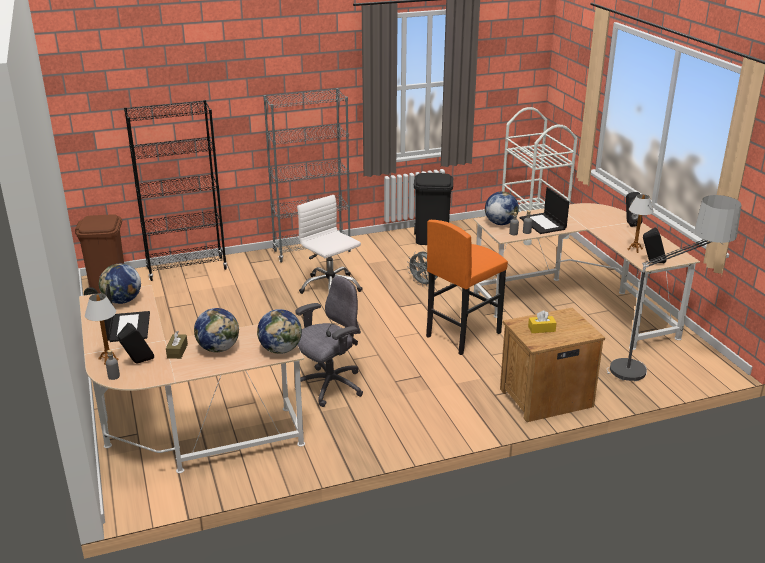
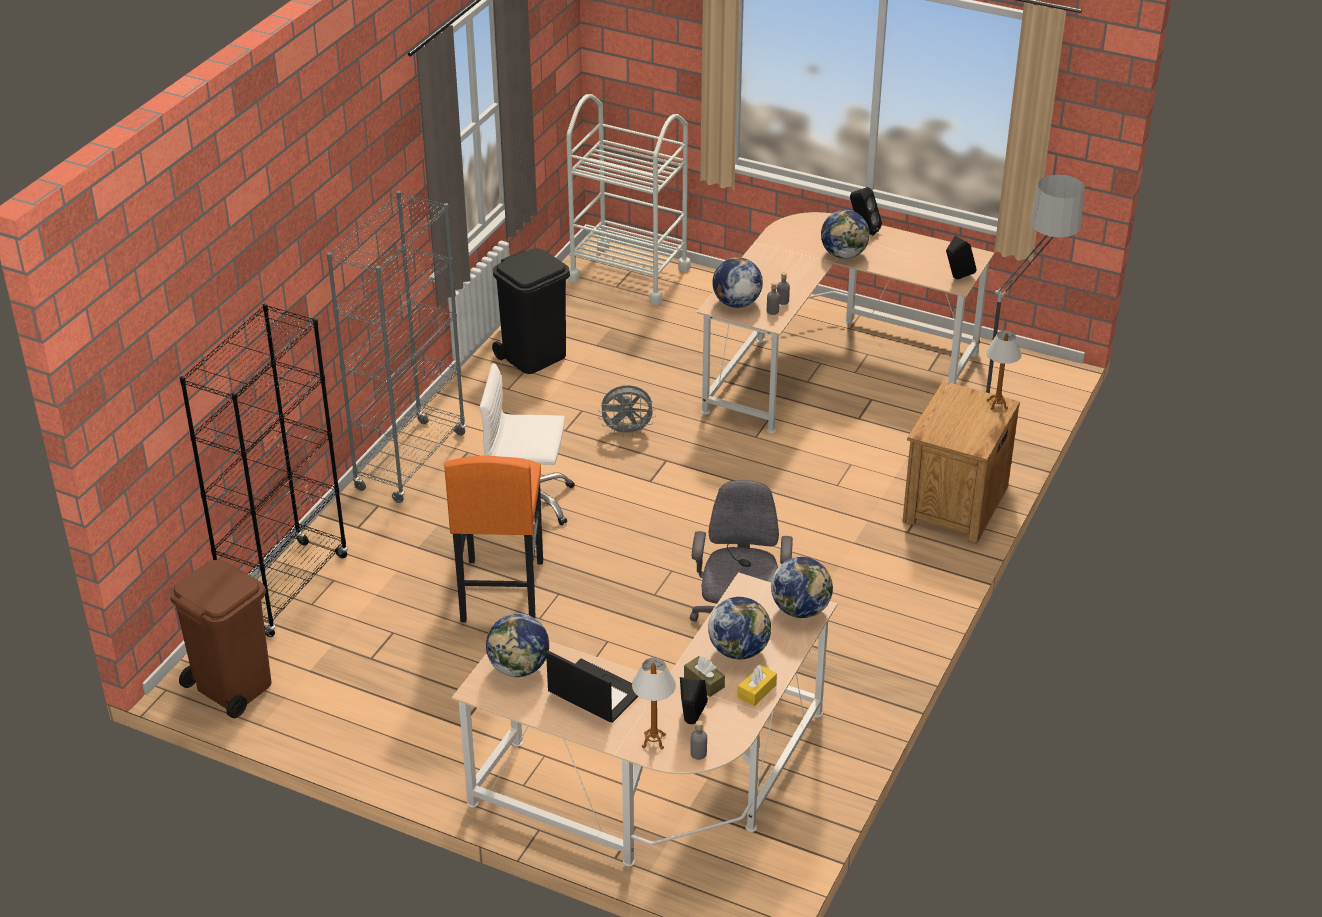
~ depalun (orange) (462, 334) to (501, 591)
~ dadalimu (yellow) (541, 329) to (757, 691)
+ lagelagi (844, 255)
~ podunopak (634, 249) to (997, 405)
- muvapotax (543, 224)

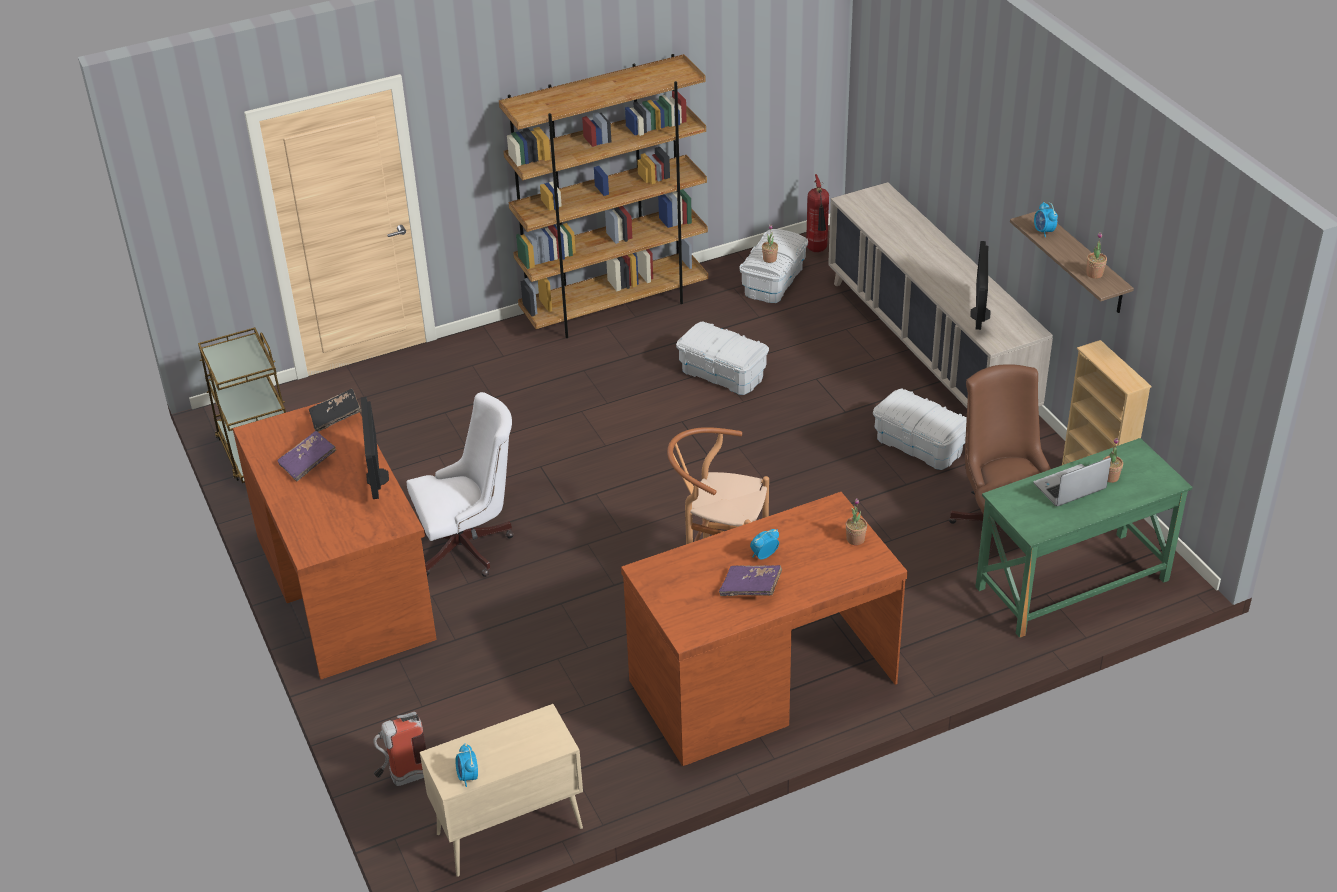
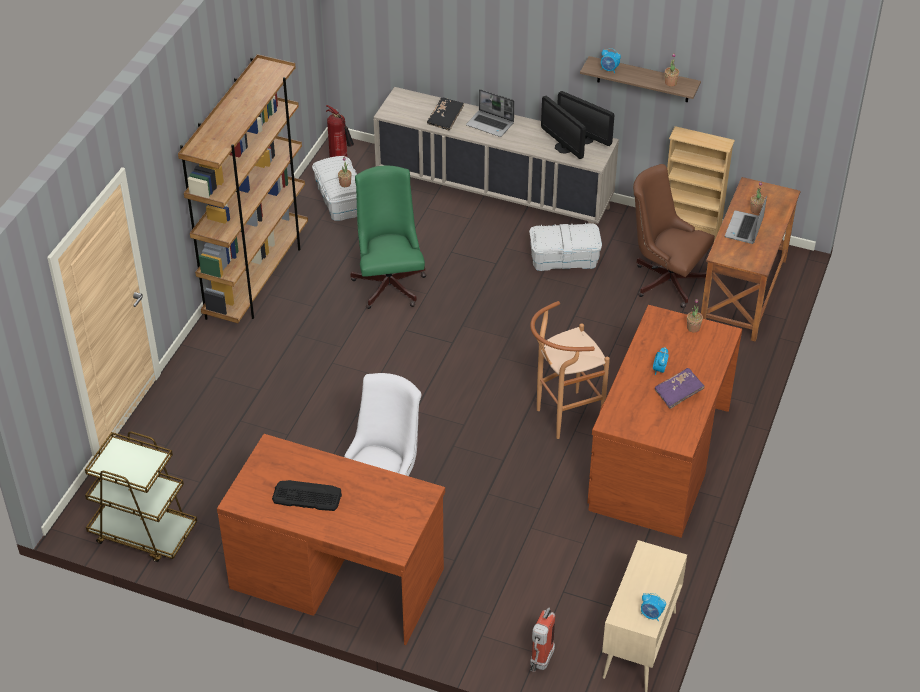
~ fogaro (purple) (308, 463) to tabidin (307, 496)
~ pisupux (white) (723, 373) to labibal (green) (389, 282)
~ fogaro (black) (336, 417) to (445, 119)
+ muvapotax (490, 124)
~ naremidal (377, 477) to (584, 139)
~ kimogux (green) (1072, 584) to kimogux (brown) (744, 293)

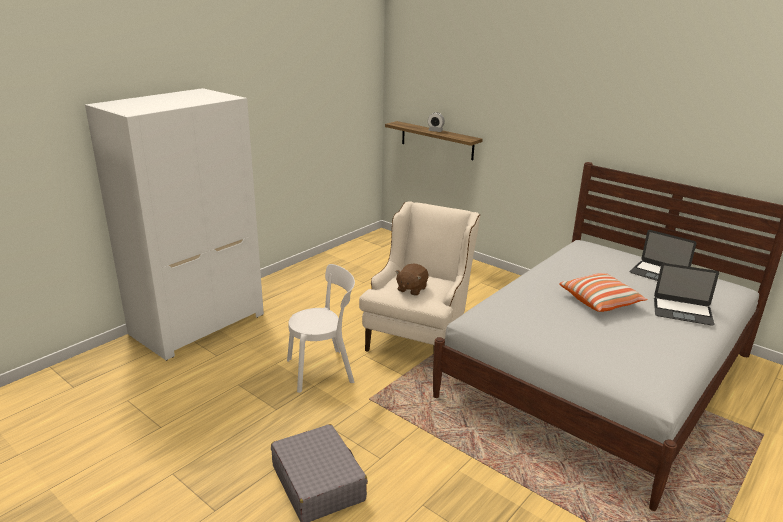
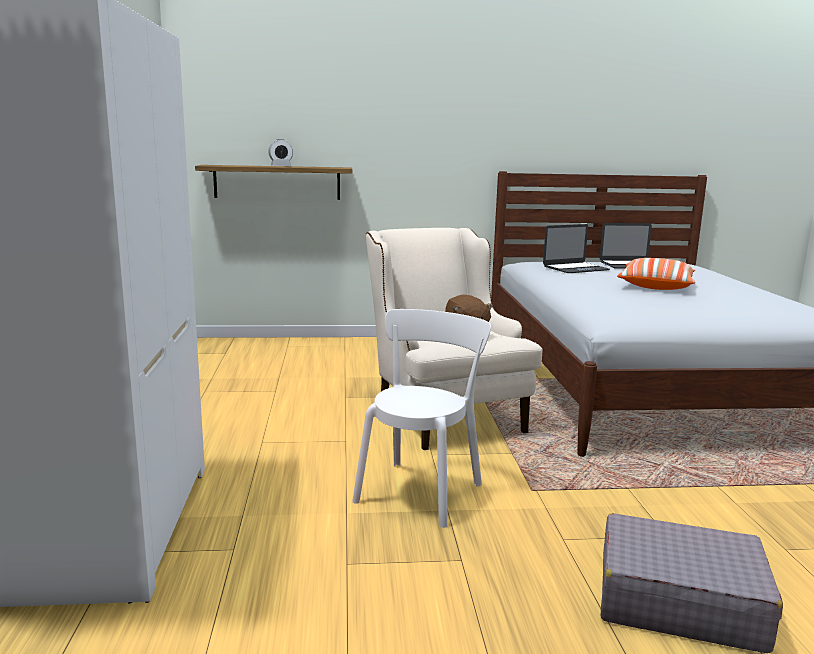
~ muvapotax (682, 311) to (576, 268)

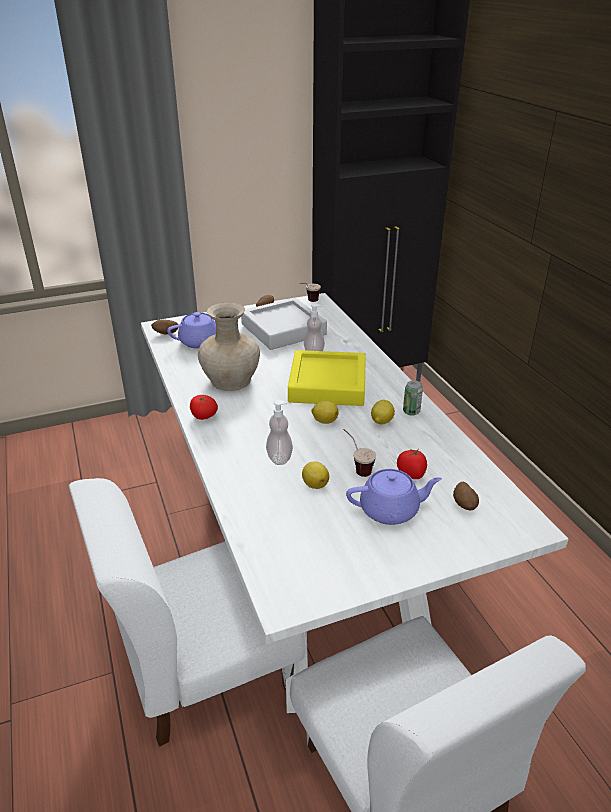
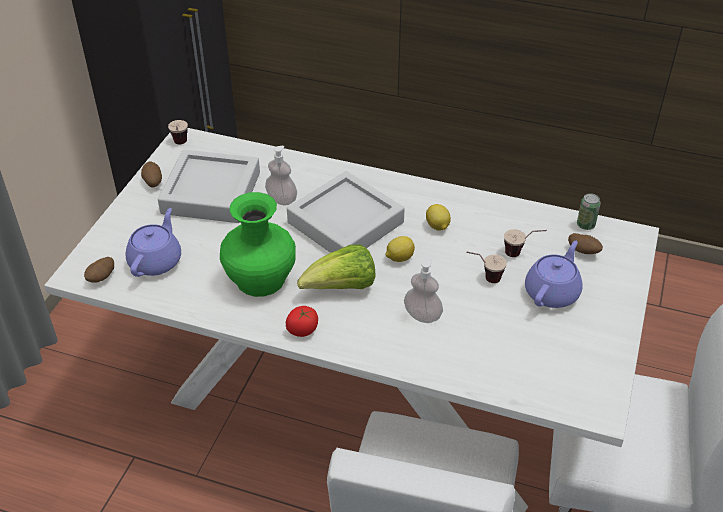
~ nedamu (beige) (231, 380) to nedamu (green) (261, 279)
~ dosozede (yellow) (327, 384) to dosozede (grey) (345, 222)
+ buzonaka (342, 288)
~ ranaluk (411, 474) to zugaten (521, 254)
~ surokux (411, 412) to (585, 225)
- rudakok (315, 484)

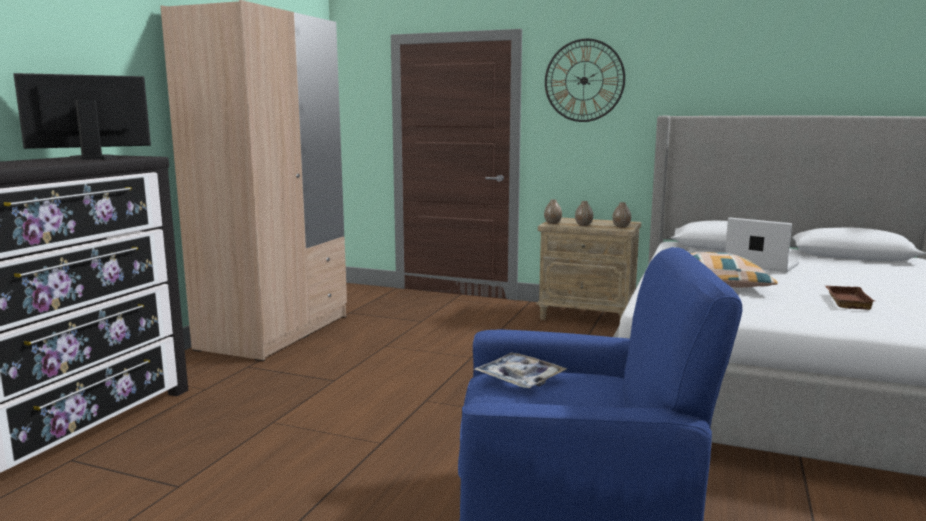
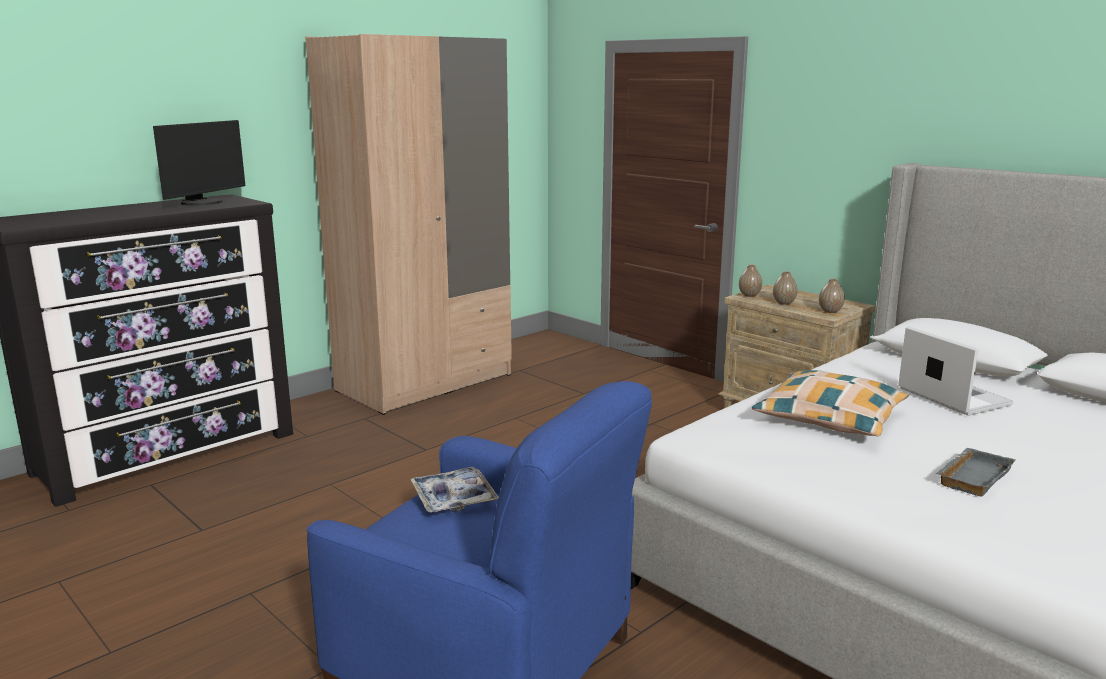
~ naremidal (91, 158) = (203, 203) 120 degrees clockwise
~ dosozede (brown) (845, 301) to dosozede (grey) (972, 476)
- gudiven (584, 80)

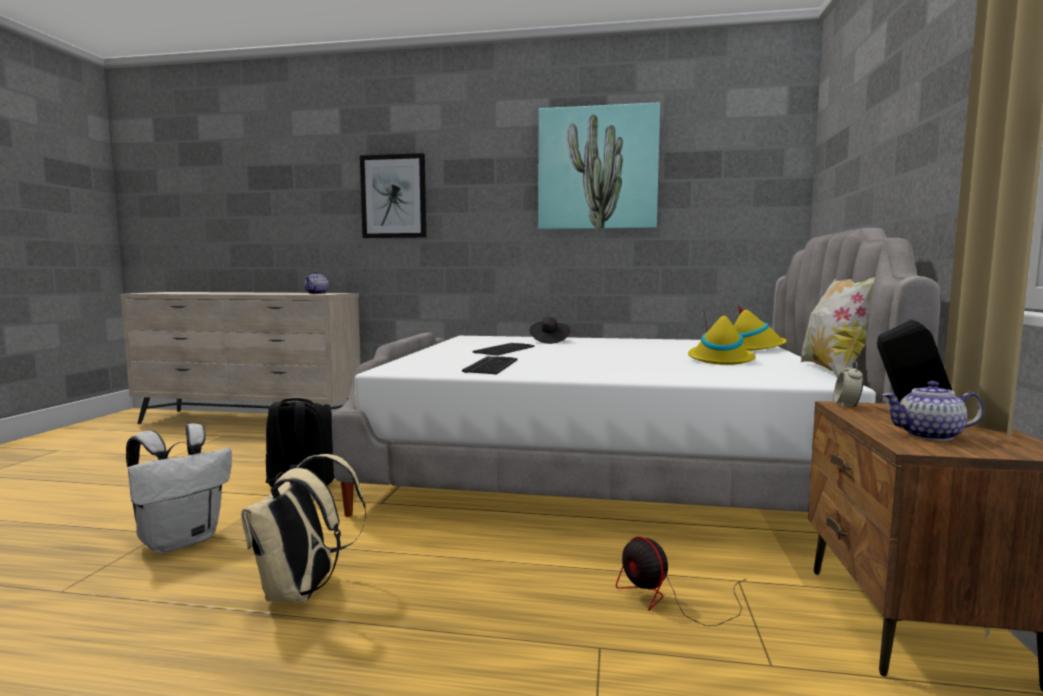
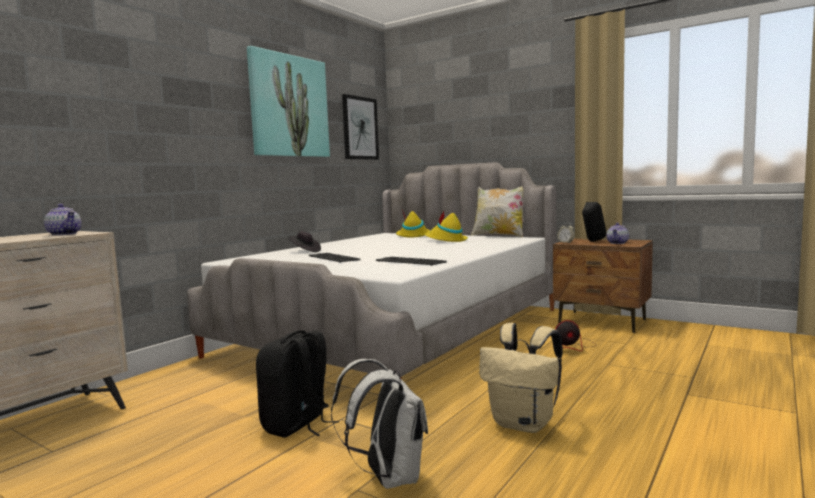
~ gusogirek (393, 196) to (360, 128)

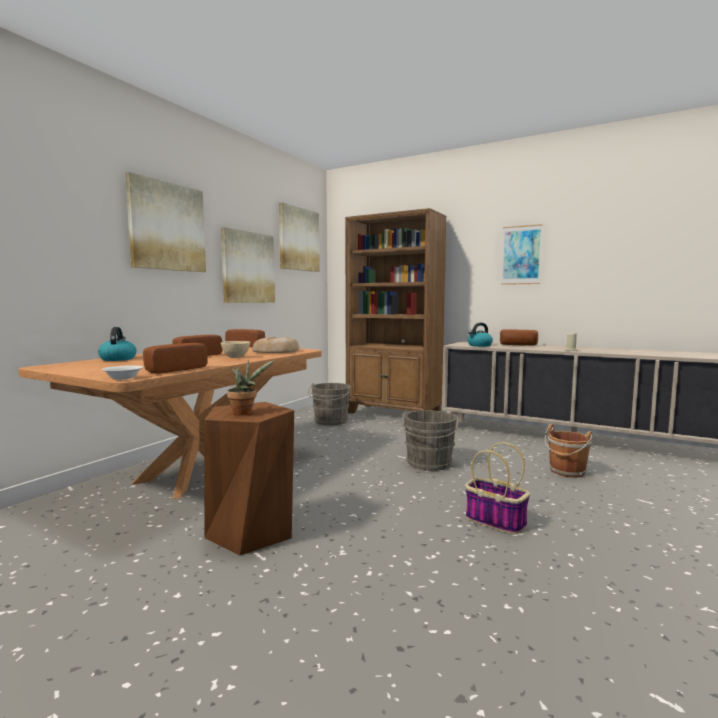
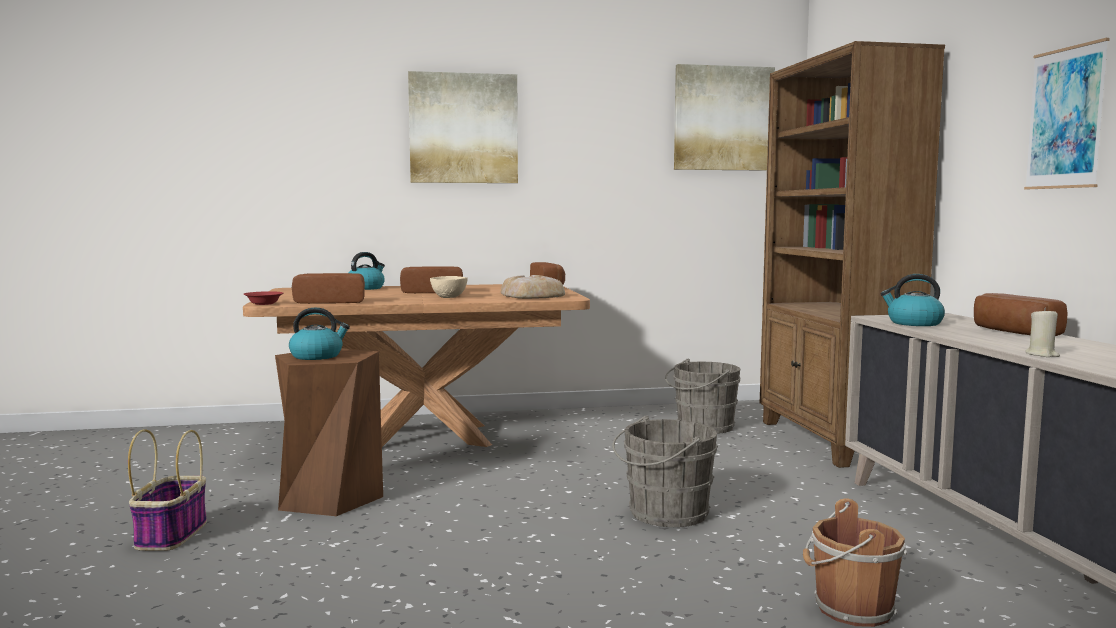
~ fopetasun (494, 521) to (171, 534)
~ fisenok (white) (122, 378) to fisenok (red) (263, 303)
~ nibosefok (245, 413) to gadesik (317, 356)
- gusogirek (248, 267)

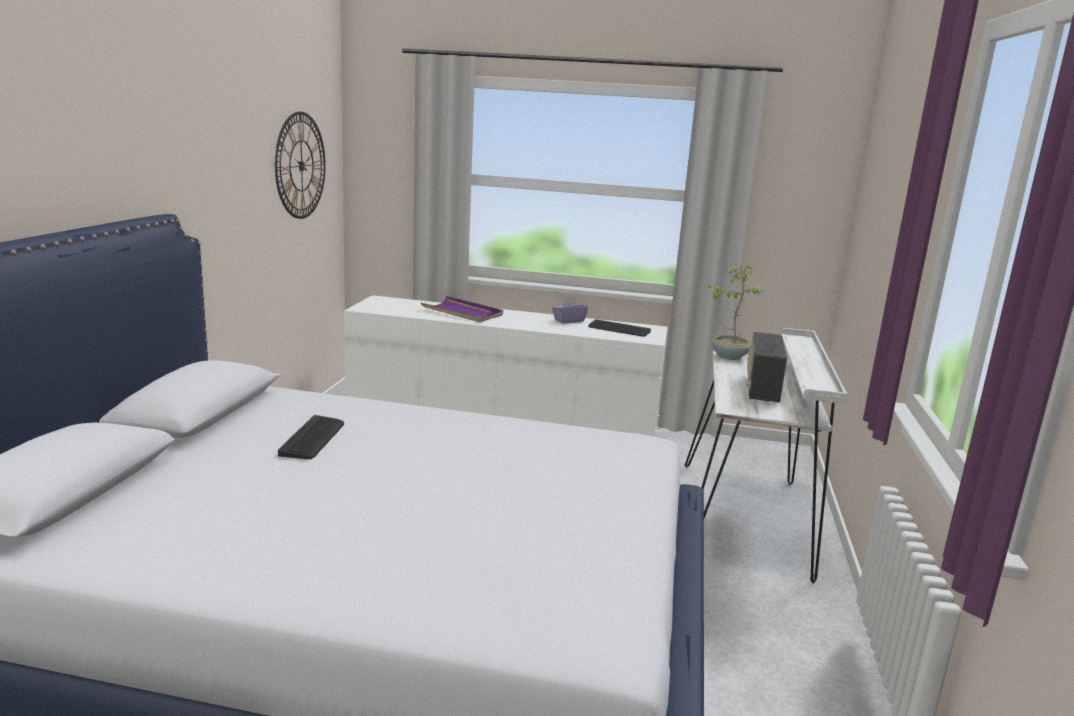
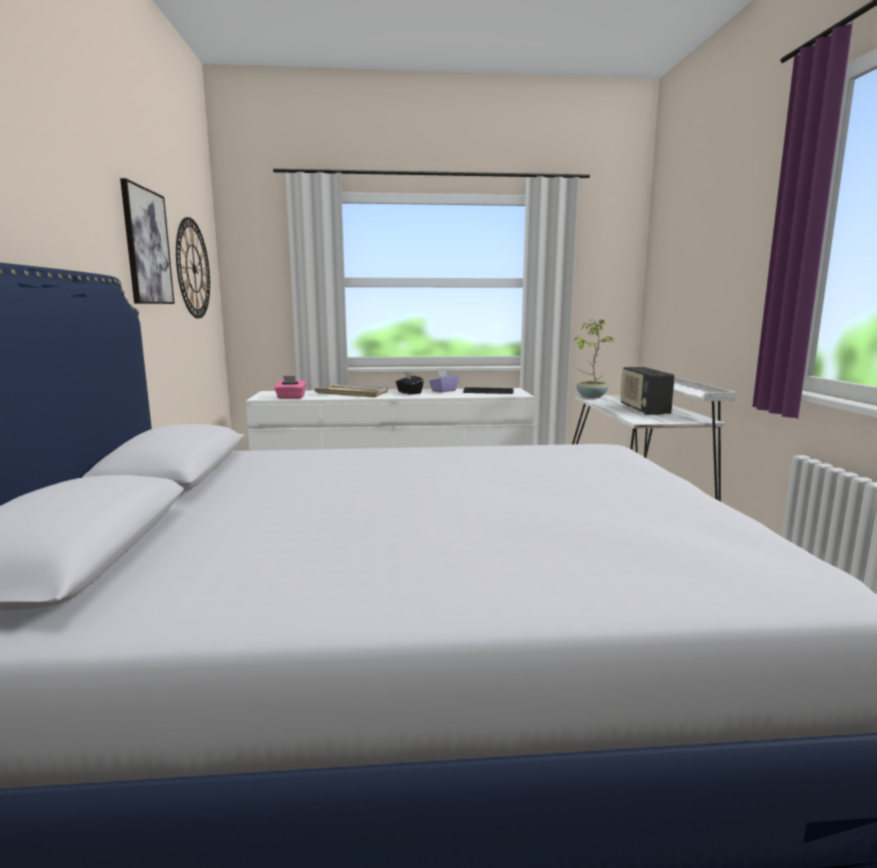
+ gusogirek (147, 247)
+ dadalimu (pink) (291, 397)
~ dosozede (purple) (462, 312) to dosozede (white) (352, 393)
+ dadalimu (black) (409, 393)
- tabidin (313, 438)

